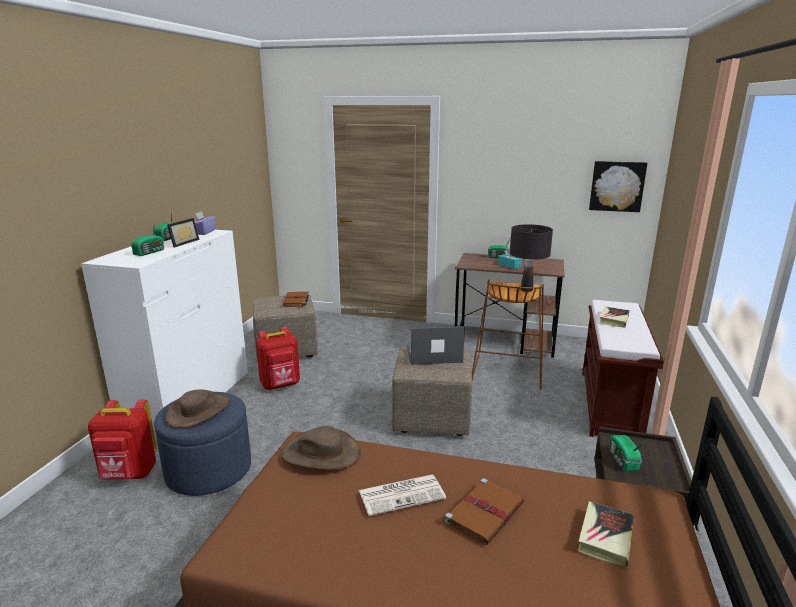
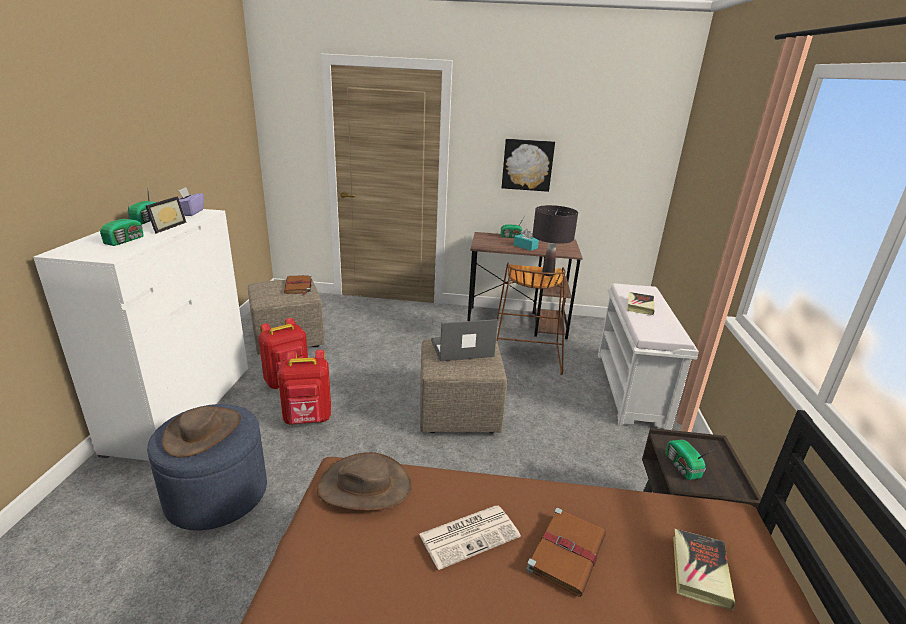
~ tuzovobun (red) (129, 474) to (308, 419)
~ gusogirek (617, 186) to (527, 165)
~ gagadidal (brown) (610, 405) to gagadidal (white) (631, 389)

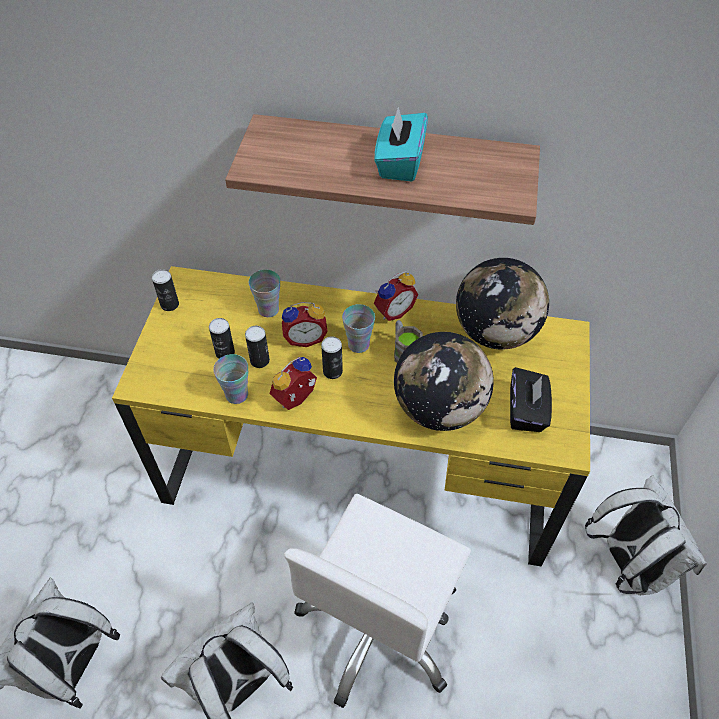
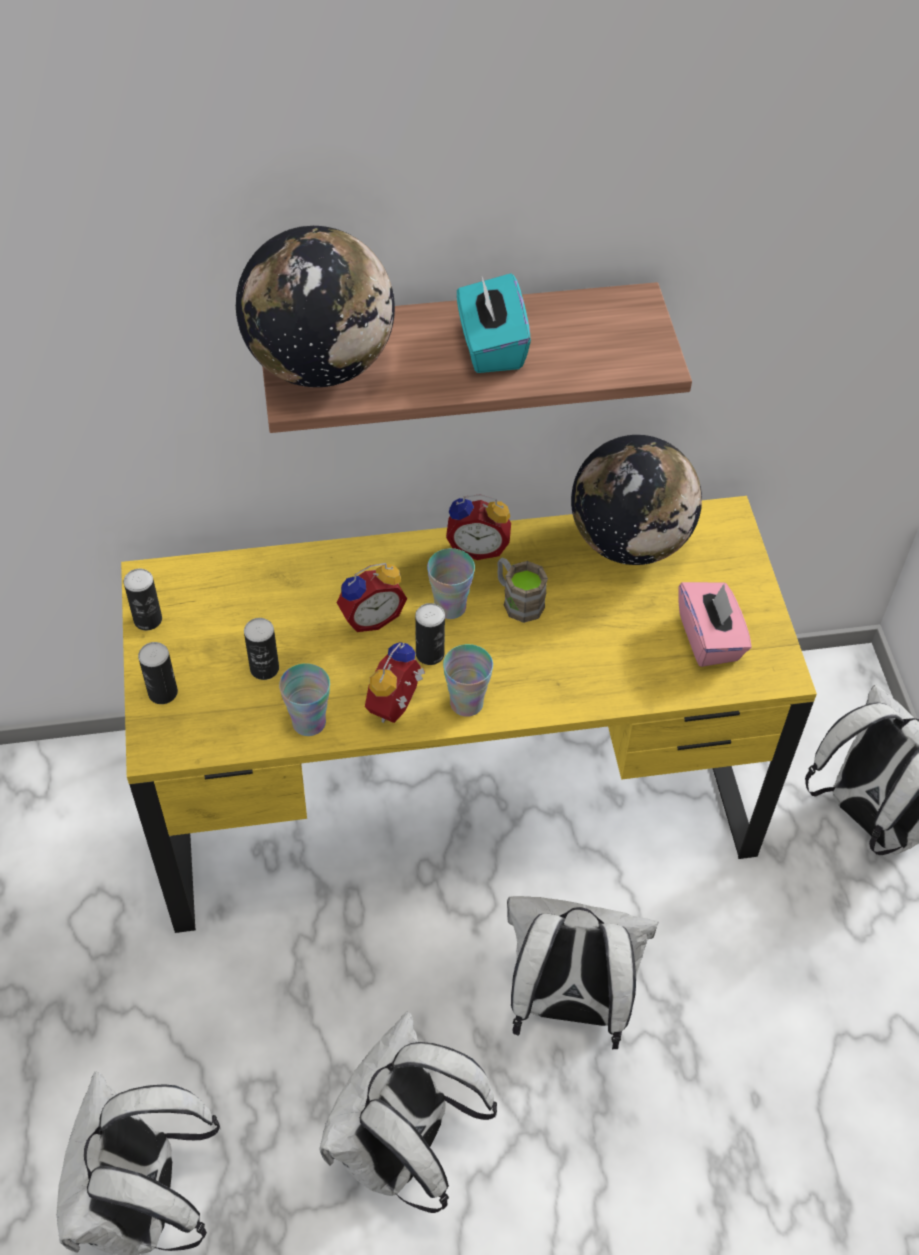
~ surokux (260, 360) to (163, 692)
~ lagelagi (439, 408) to (320, 365)
~ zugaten (268, 309) to (466, 703)
~ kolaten (393, 311) = (478, 546) 60 degrees clockwise
~ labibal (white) (380, 626) to tuzovobun (white) (568, 1004)
~ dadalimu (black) (526, 411) to dadalimu (pink) (709, 638)

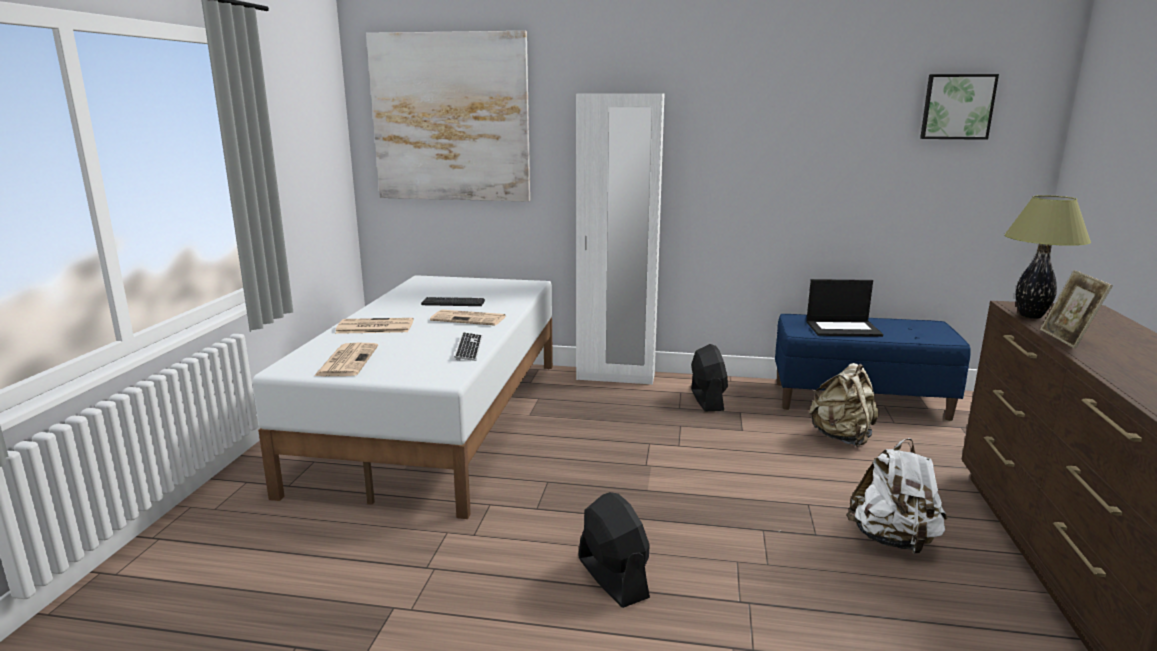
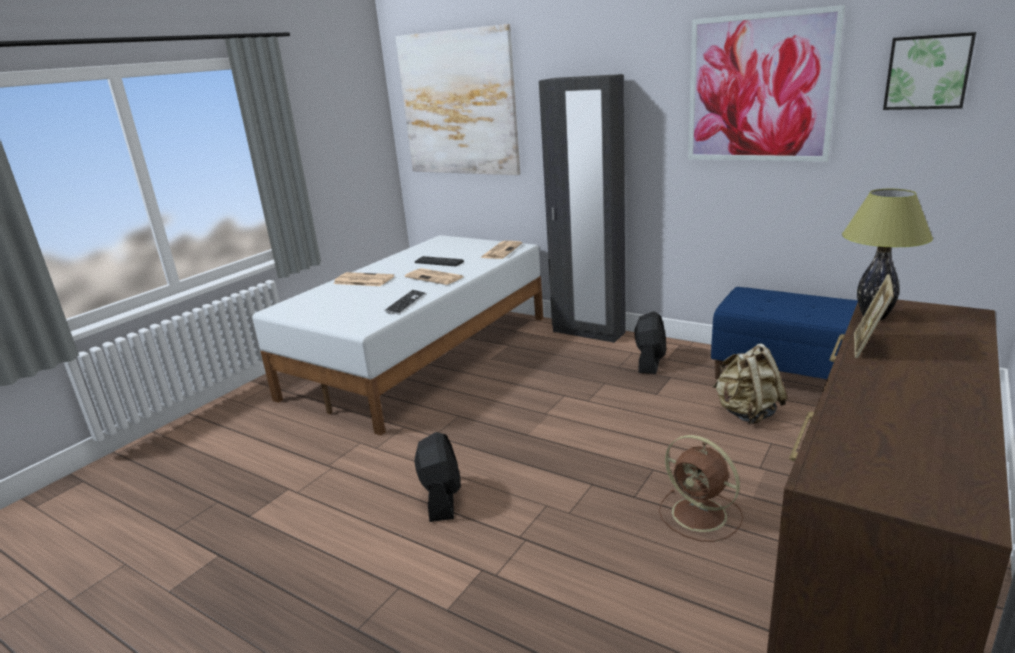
~ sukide (347, 360) to (501, 250)
~ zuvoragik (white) (615, 377) to zuvoragik (black) (588, 332)
~ tuzovobun (white) (893, 540) to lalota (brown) (701, 515)
+ gusogirek (759, 89)
- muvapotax (843, 328)

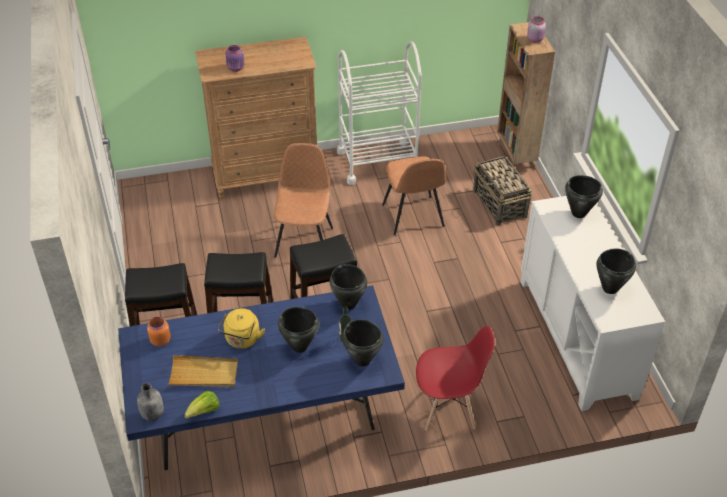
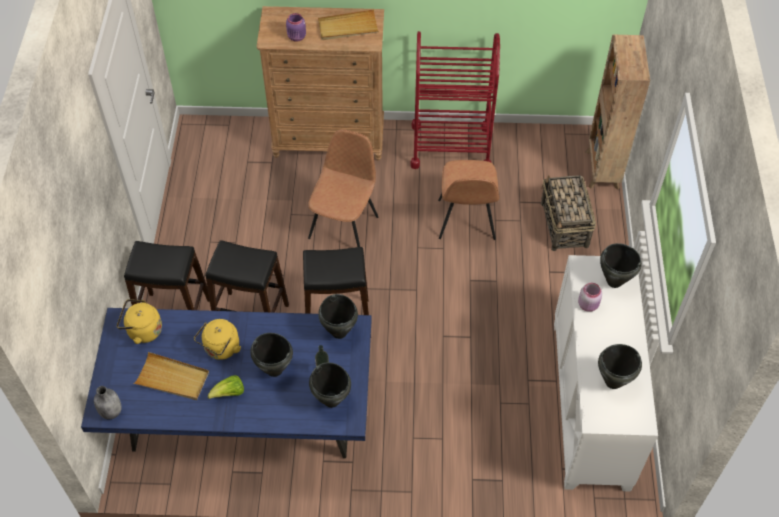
~ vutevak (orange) (160, 340) to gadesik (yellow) (142, 331)
~ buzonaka (204, 411) to (229, 393)
+ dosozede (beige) (348, 27)
~ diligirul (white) (377, 162) to diligirul (red) (450, 146)
~ vutevak (pink) (535, 39) to (588, 304)
- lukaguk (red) (448, 409)

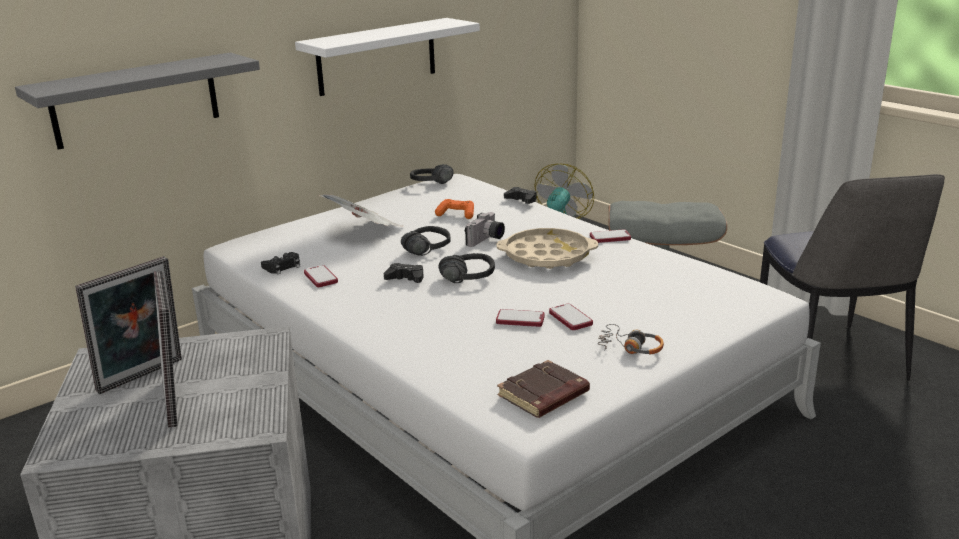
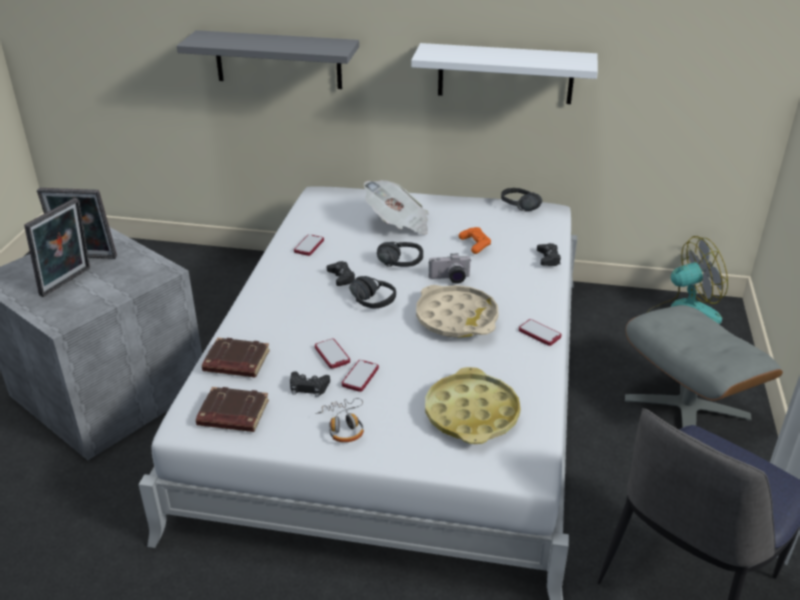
+ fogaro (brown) (235, 363)
~ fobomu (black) (283, 267) to (308, 387)
+ dosozede (yellow) (471, 413)

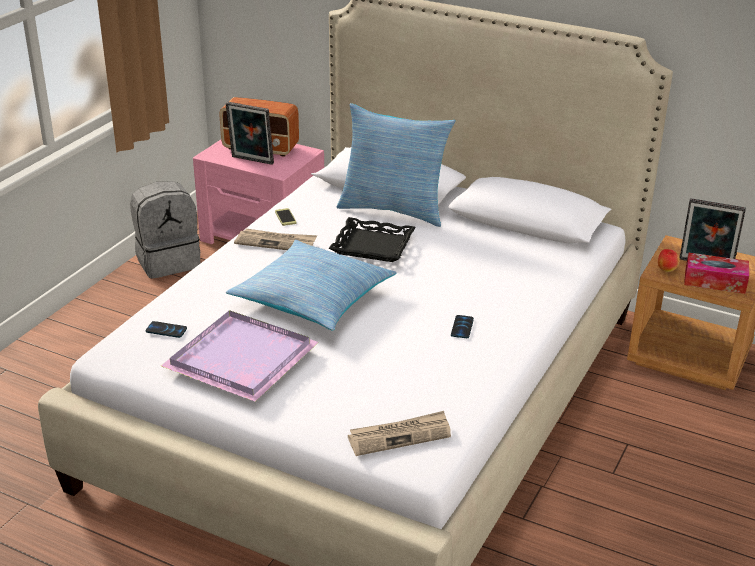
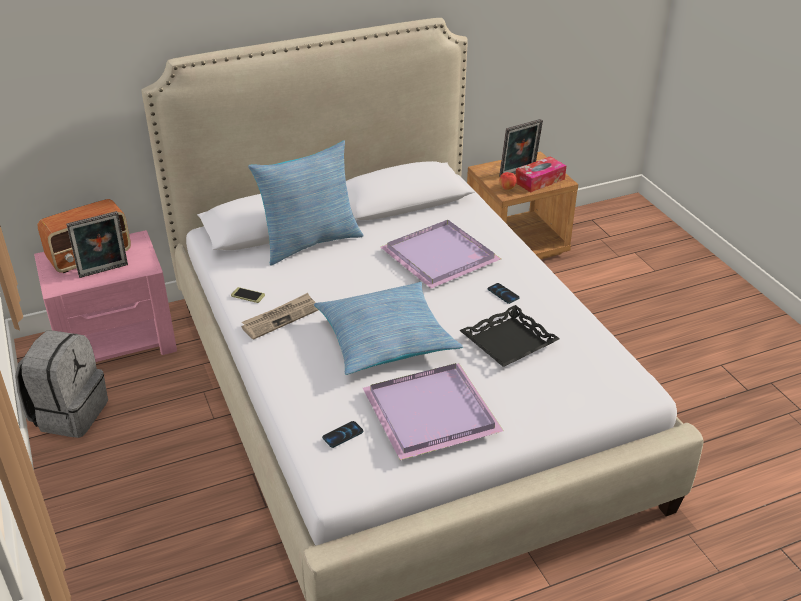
+ dosozede (purple) (442, 256)
~ dosozede (black) (373, 245) to (508, 341)
- sukide (400, 436)

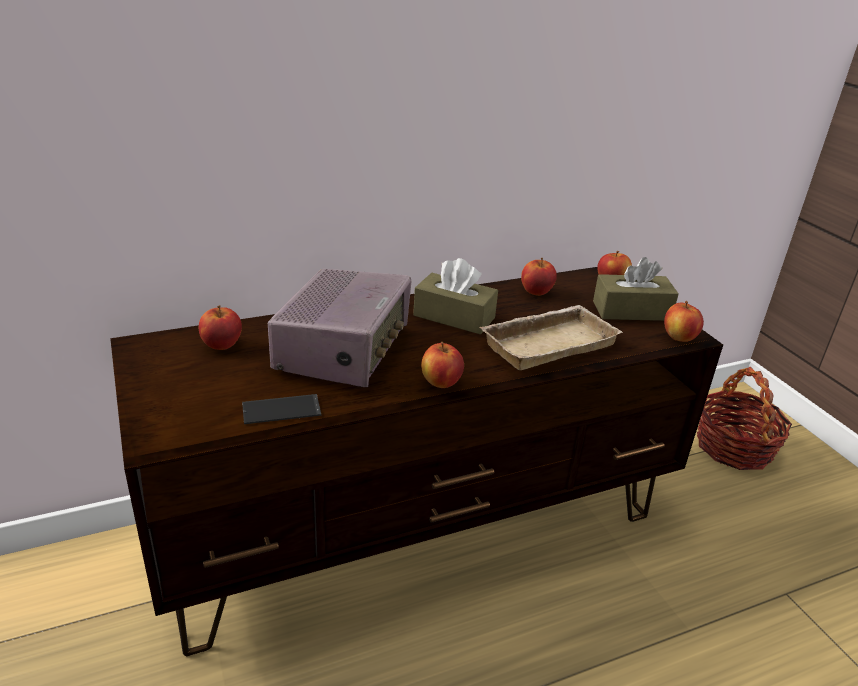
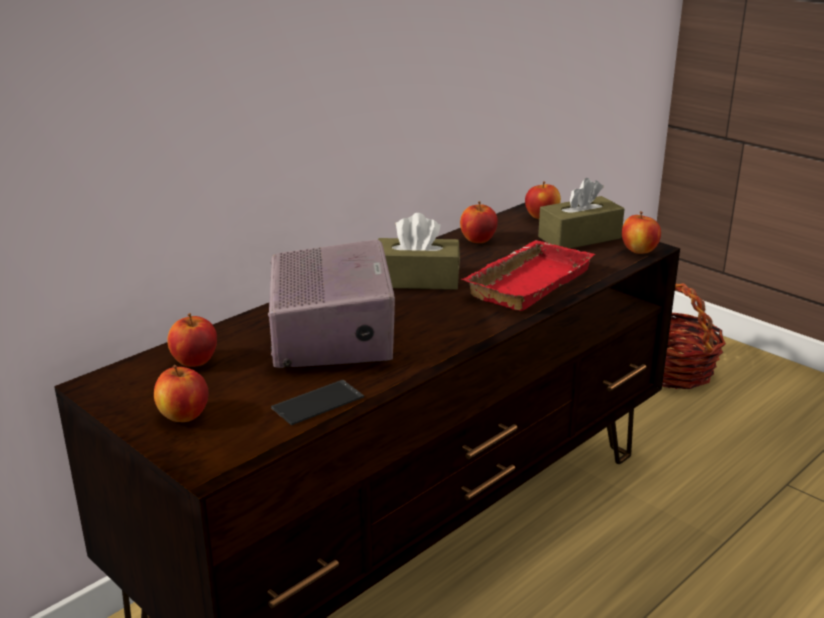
~ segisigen (441, 382) to (184, 416)
~ dosozede (beige) (548, 342) to dosozede (red) (526, 282)

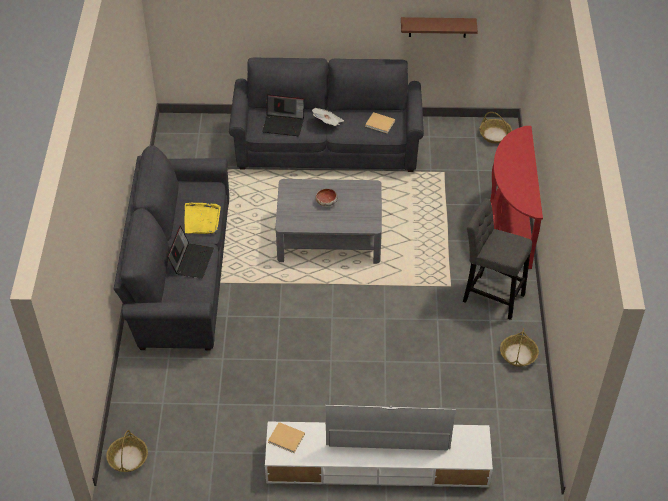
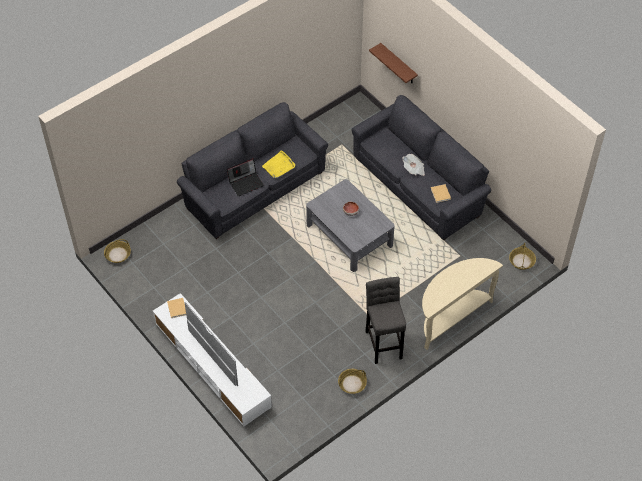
~ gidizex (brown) (437, 27) to (398, 64)
~ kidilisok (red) (510, 225) to kidilisok (beige) (451, 317)
- muvapotax (284, 124)

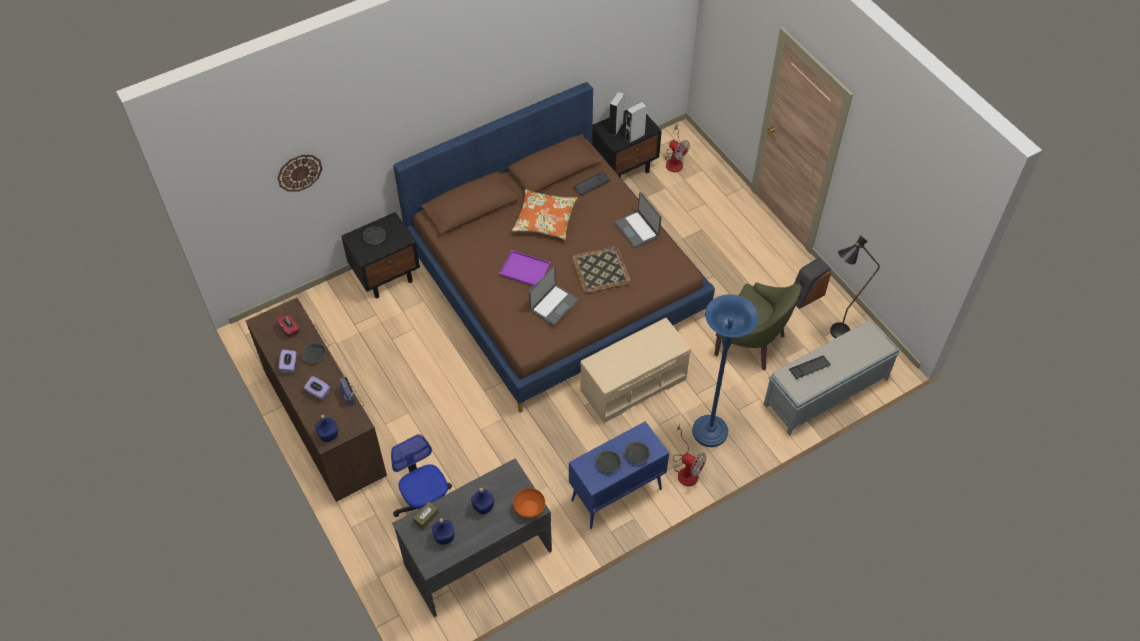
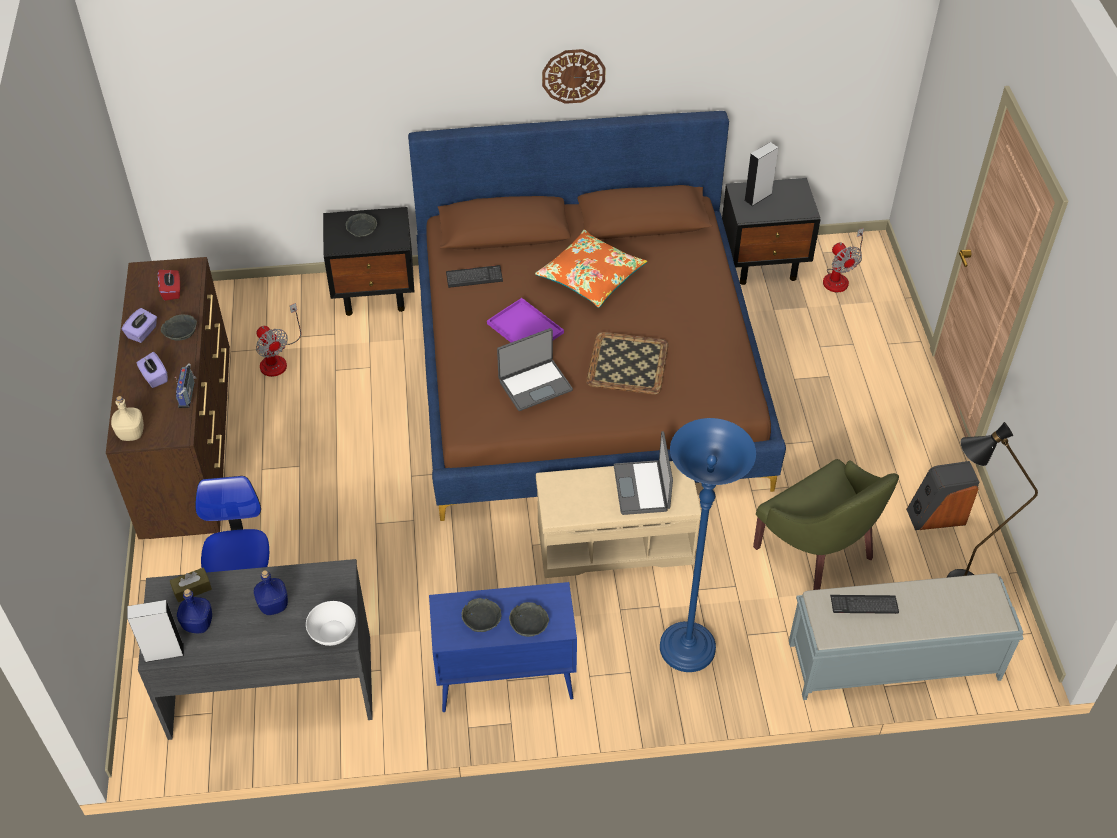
~ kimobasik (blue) (329, 435) to kimobasik (beige) (132, 433)
~ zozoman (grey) (635, 137) to (164, 652)
~ lalota (686, 469) to (277, 359)
~ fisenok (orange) (529, 508) to fisenok (white) (332, 632)
~ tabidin (591, 184) to (474, 277)
~ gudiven (299, 172) to (573, 75)
~ muvapotax (637, 229) to (643, 488)

